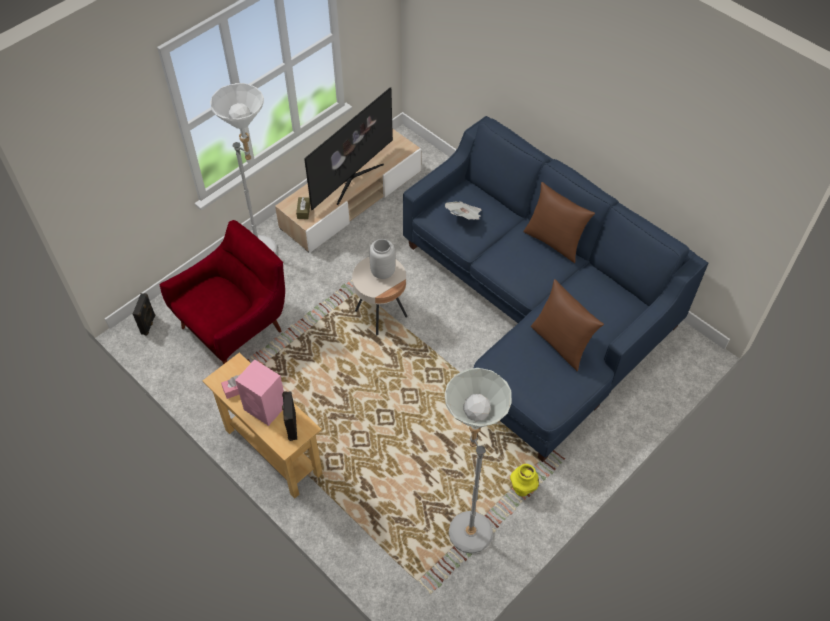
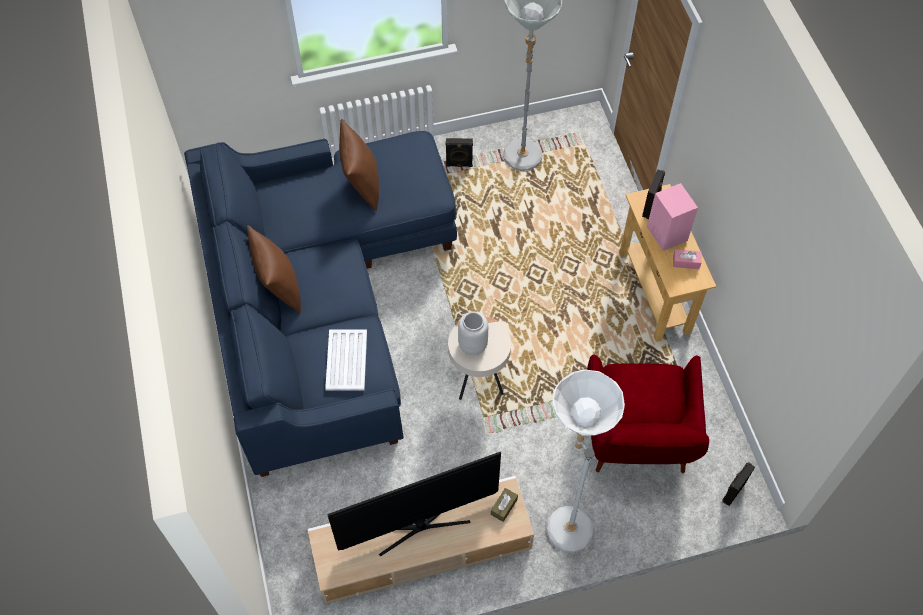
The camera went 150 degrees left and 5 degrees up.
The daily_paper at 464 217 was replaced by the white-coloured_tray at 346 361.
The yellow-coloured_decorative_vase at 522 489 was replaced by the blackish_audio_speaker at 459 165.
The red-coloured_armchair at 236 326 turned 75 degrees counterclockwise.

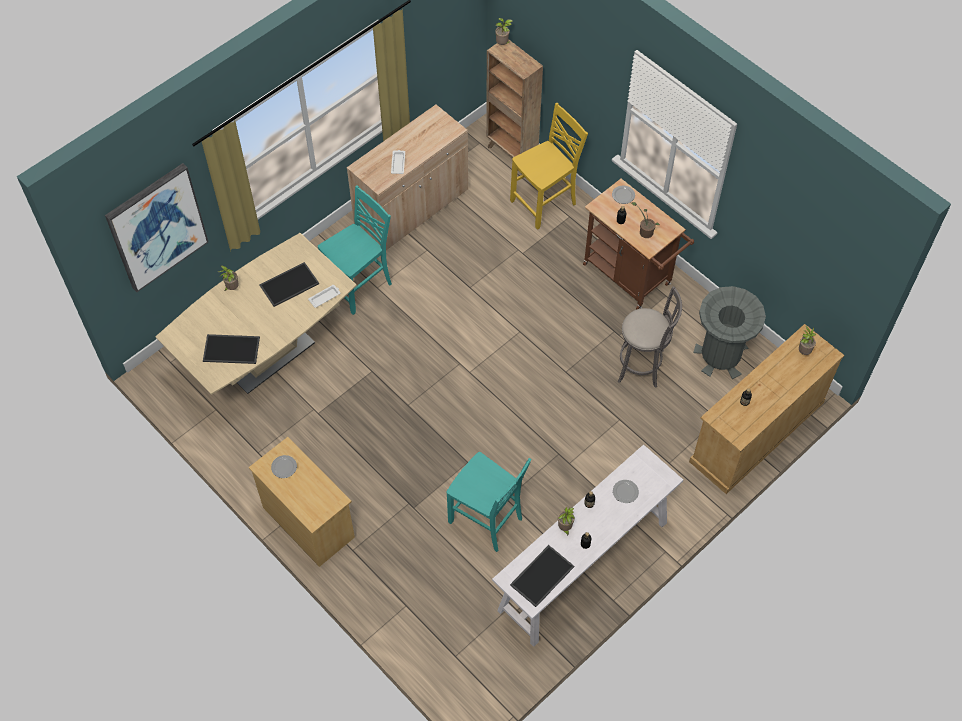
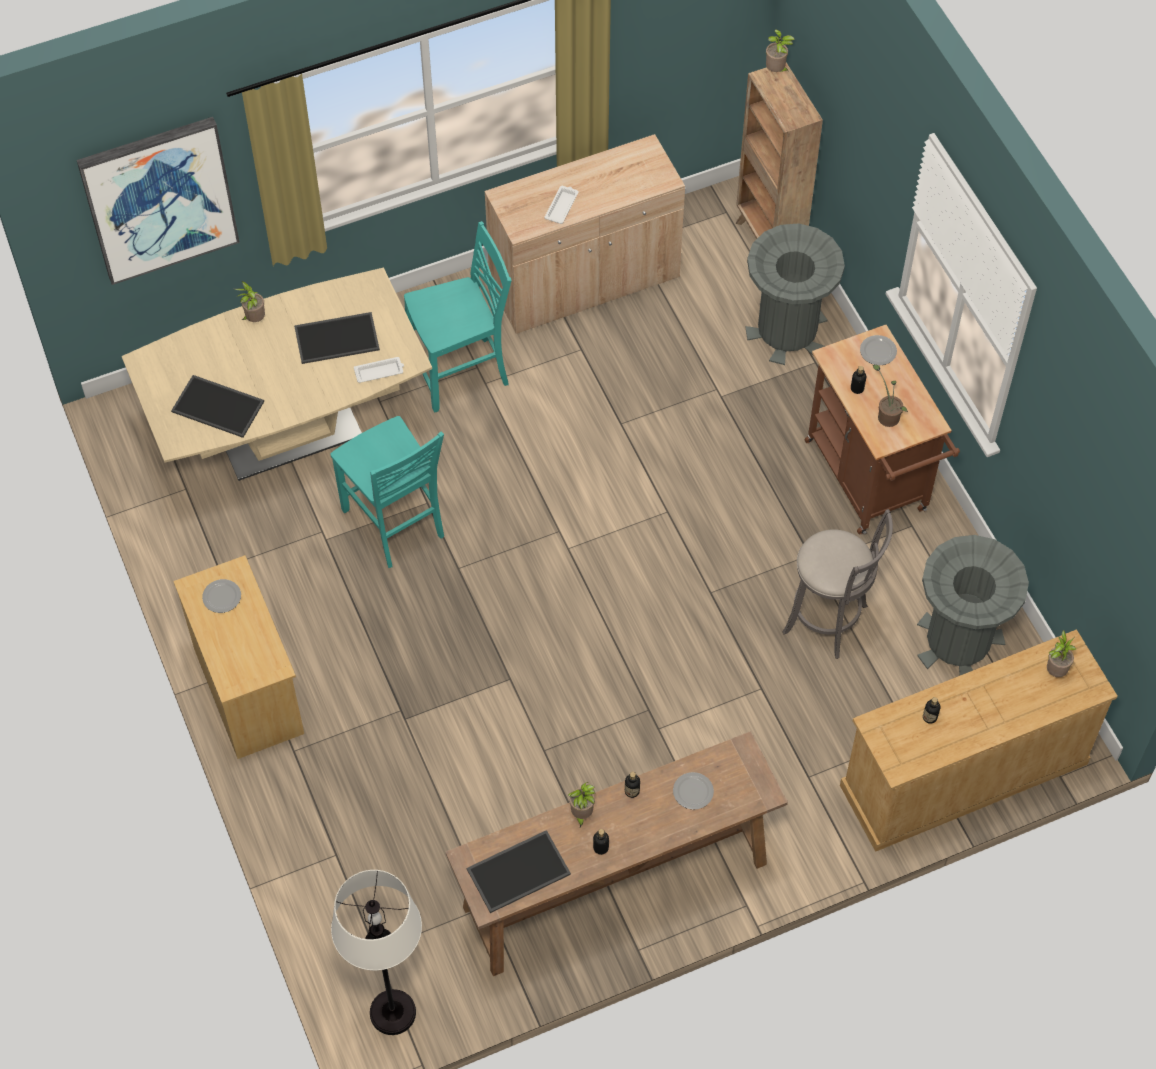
The camera went 20 degrees right and 0 degrees up.
The white-coloured_standing_lamp at 392 1012 appeared.
The turquoise-coloured_plain_chair moved from 487 520 to 395 524.
The yellow-coloured_plain_chair at 545 203 was replaced by the grey_trash_can at 787 331.
The white-coloured_console_table at 582 567 became the brownish_console_table at 613 886.

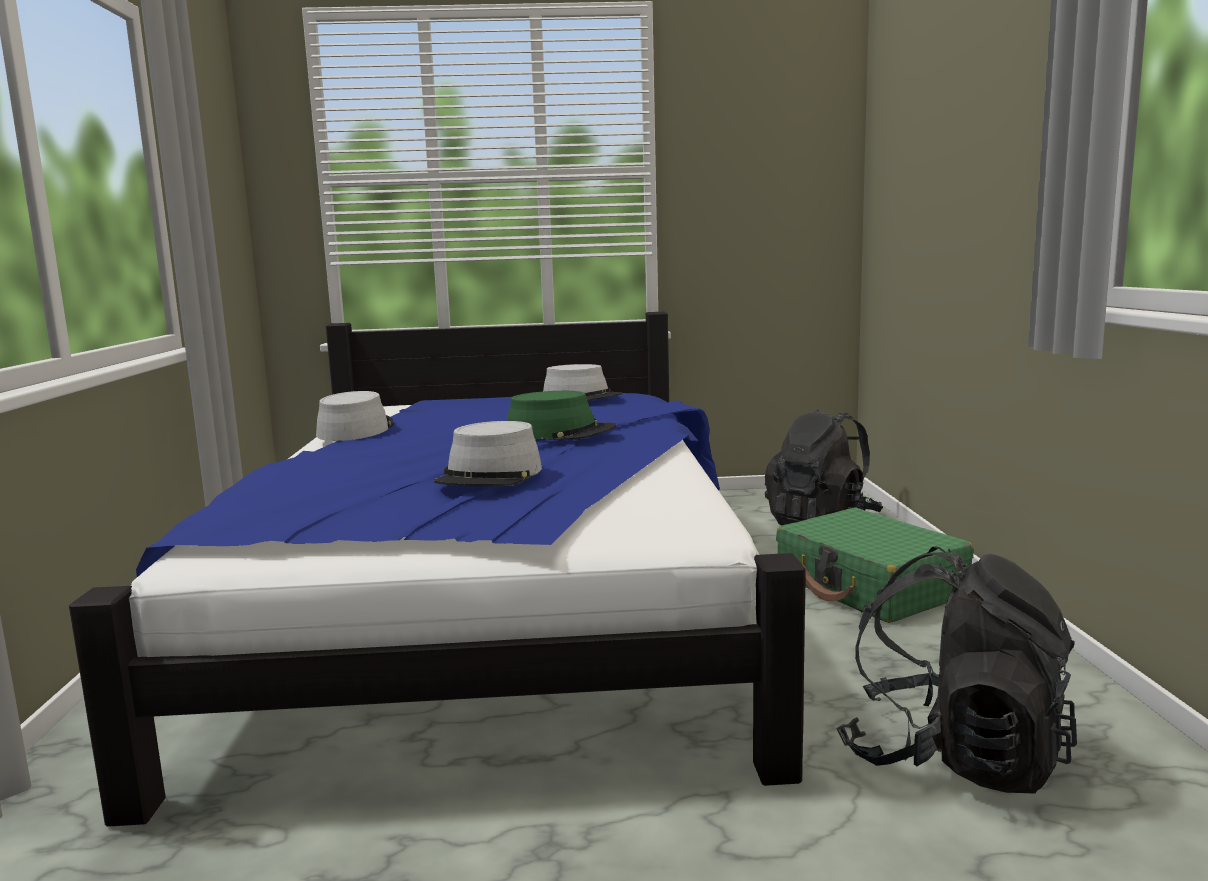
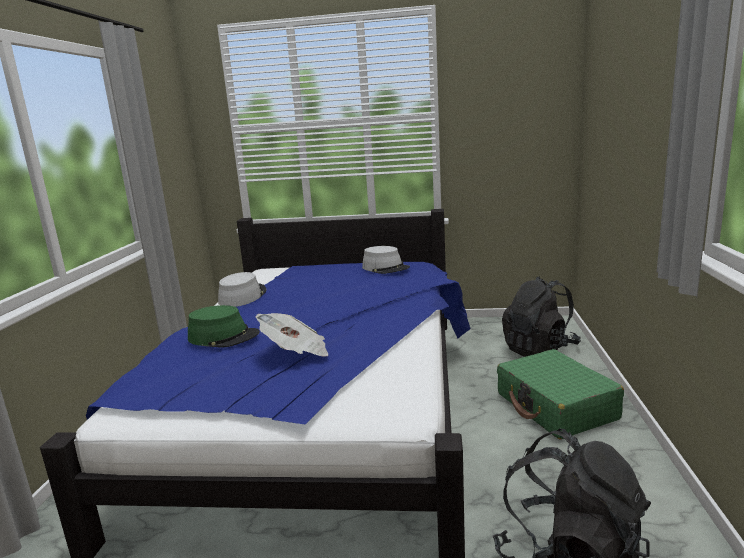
The camera went 10 degrees right and 5 degrees up.
The green_hat moved from 560 433 to 224 336.
The grey_hat at 490 476 was replaced by the daily_paper at 296 352.

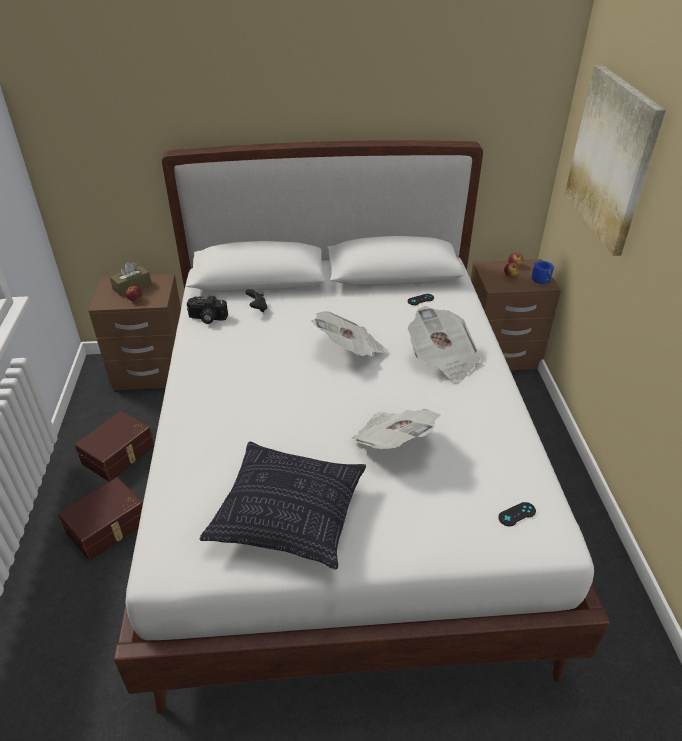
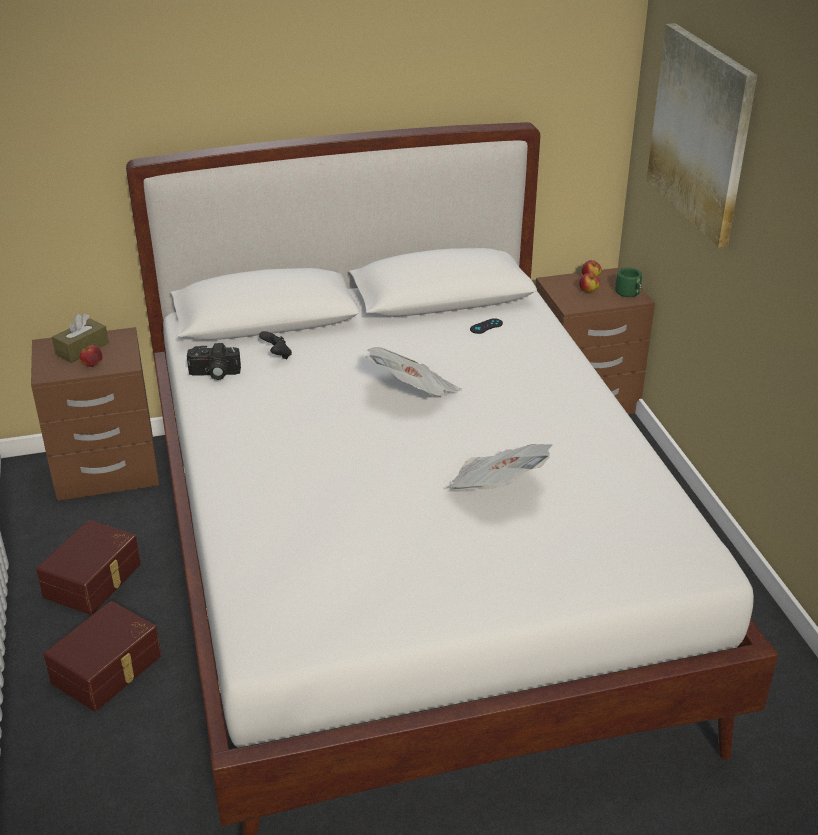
The camera went 10 degrees left and 5 degrees down.
The pillow at 289 515 disappeared.
The daily_paper at 442 360 disappeared.
The blackish_joypad at 517 514 disappeared.
The blue_coffee_mug at 543 281 became the green_coffee_mug at 630 293.

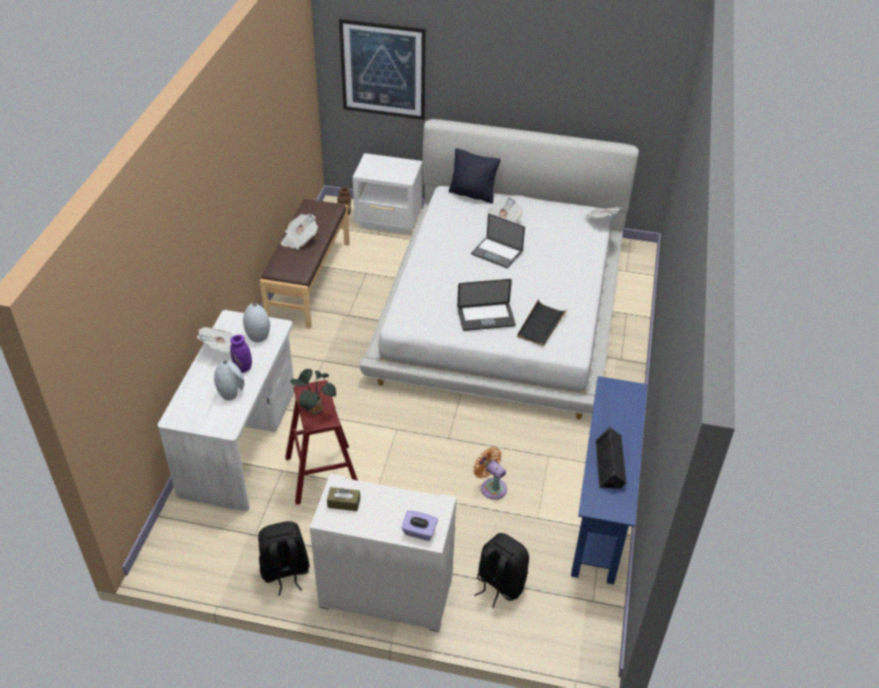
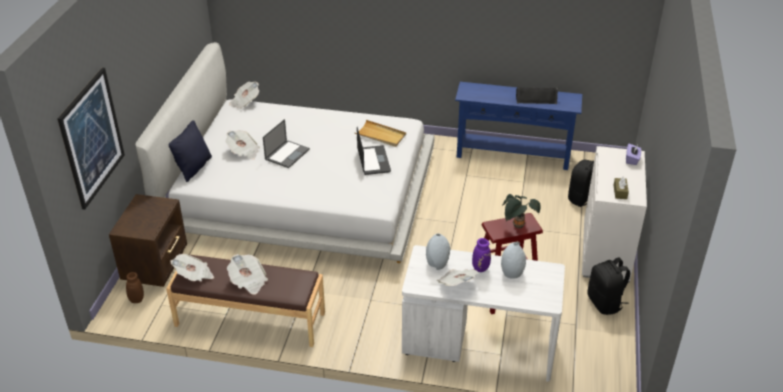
The camera went 90 degrees left and 5 degrees down.
The orangey_fan at 491 487 disappeared.
The daily_paper at 194 276 appeared.
The white-coloured_bedside_table at 389 221 became the brownish_bedside_table at 157 265.
The blackish_tray at 541 325 became the beige-coloured_tray at 380 135.

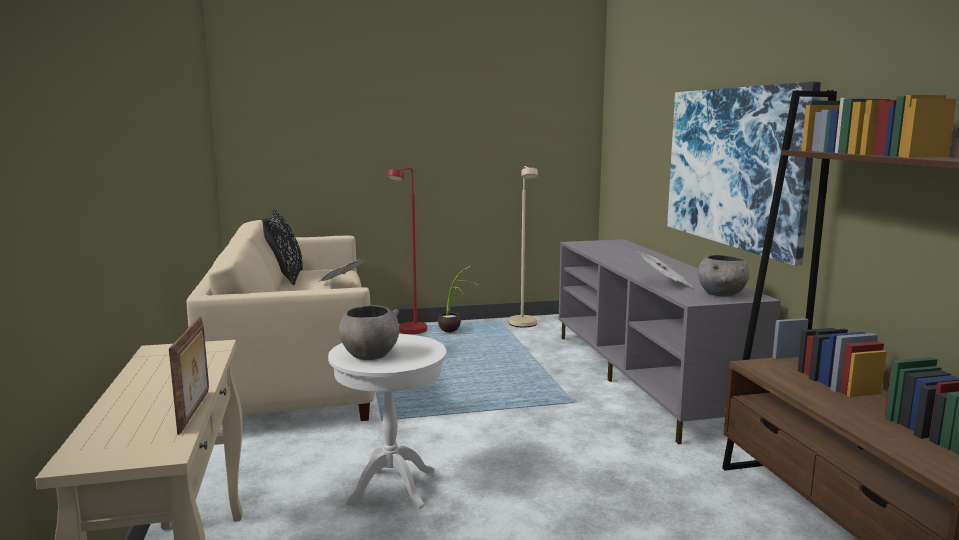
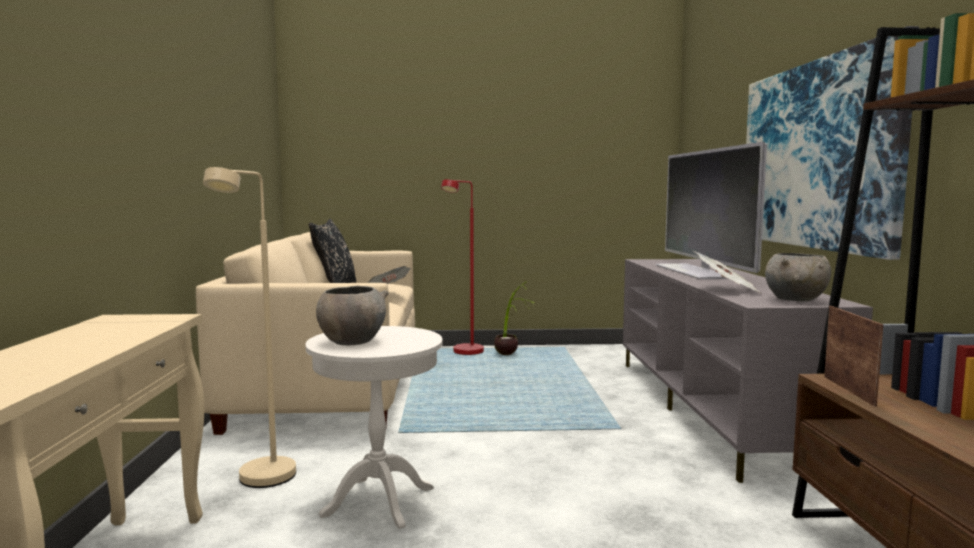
The camera went 10 degrees right and 5 degrees down.
The television at 695 271 appeared.
The picture_frame moved from 195 411 to 850 390.
The beige-coloured_standing_lamp moved from 524 325 to 261 483.

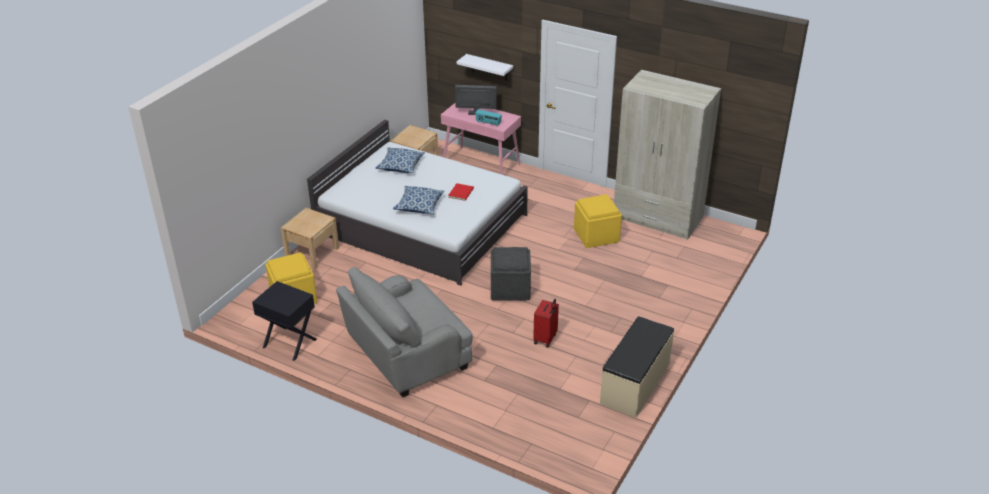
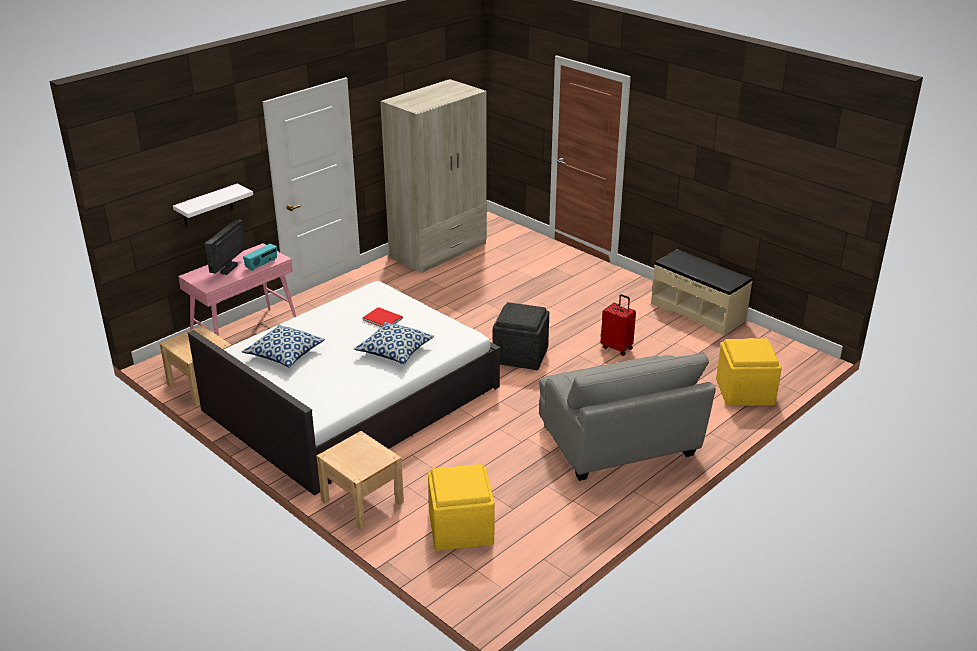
The camera went 75 degrees left and 5 degrees down.
The blackish_bedside_table at 289 343 disappeared.
The yellow-coloured_footrest moved from 595 235 to 744 392.

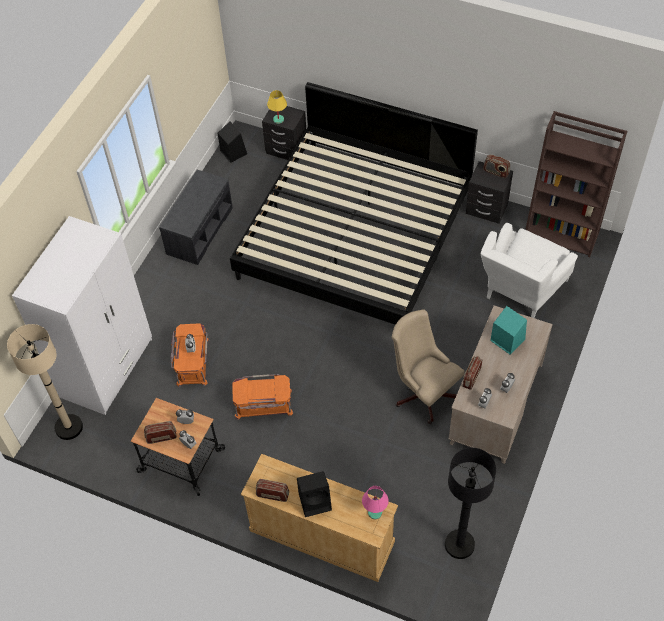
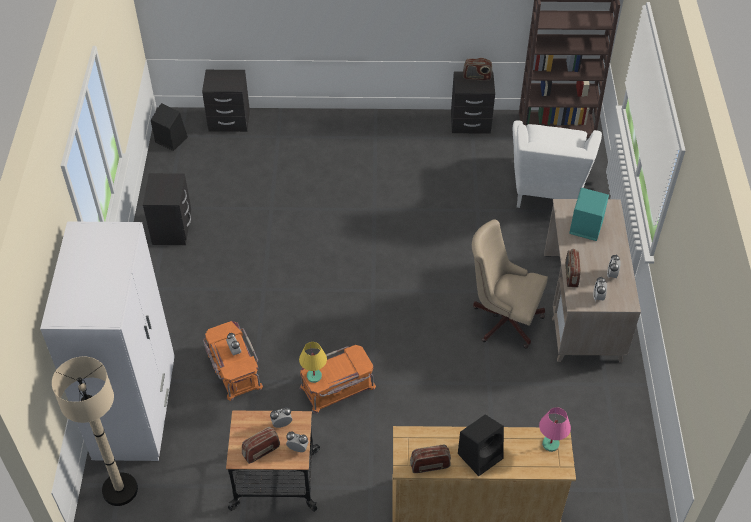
The camera went 25 degrees left and 5 degrees down.
The bedroom_bed at 354 234 disappeared.
The blackish_standing_lamp at 459 544 disappeared.
The yellow-coloured_lamp_for_a_table moved from 278 119 to 314 376.
The grey_indoor_bench at 199 230 was replaced by the blackish_bedside_table at 172 229.

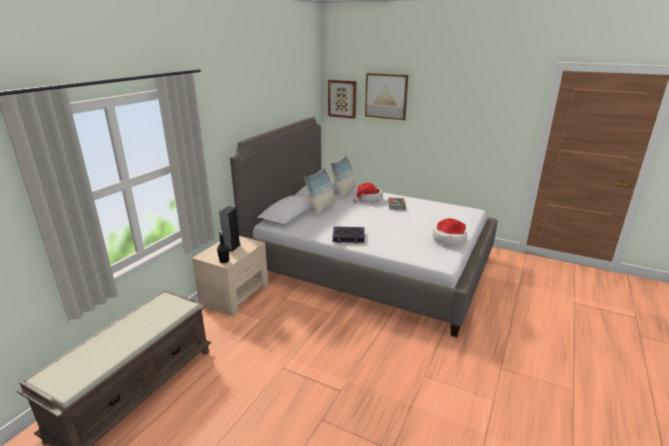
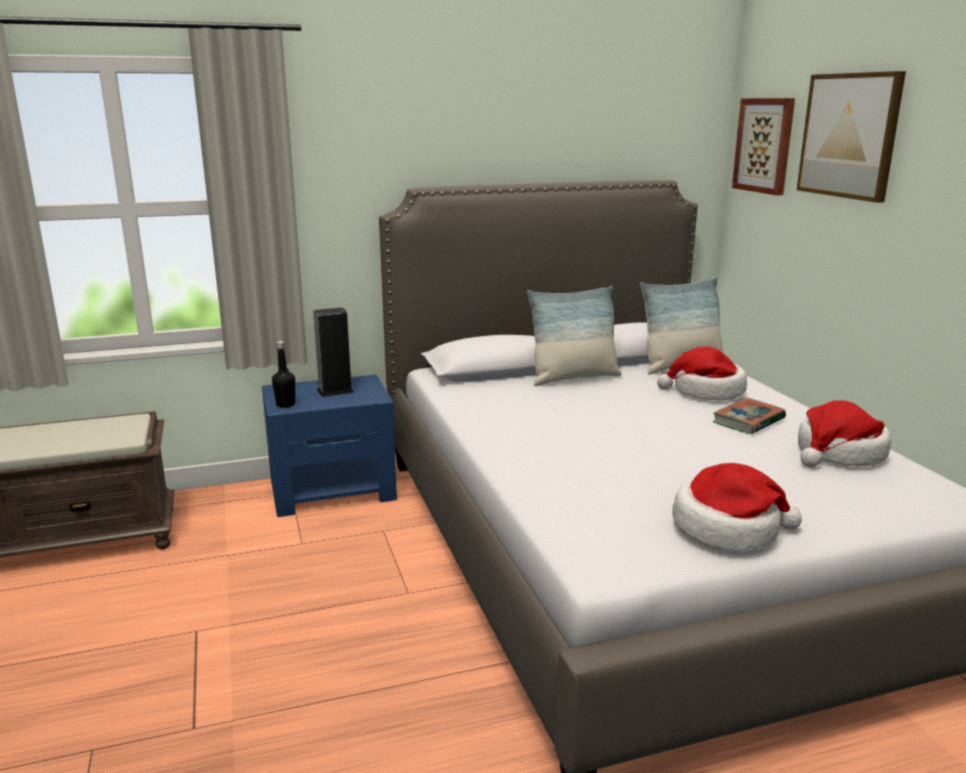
The camera went 45 degrees right and 5 degrees down.
The book at 348 237 disappeared.
The hat at 839 453 appeared.
The beige-coloured_bedside_table at 235 294 became the blue_bedside_table at 333 489.

